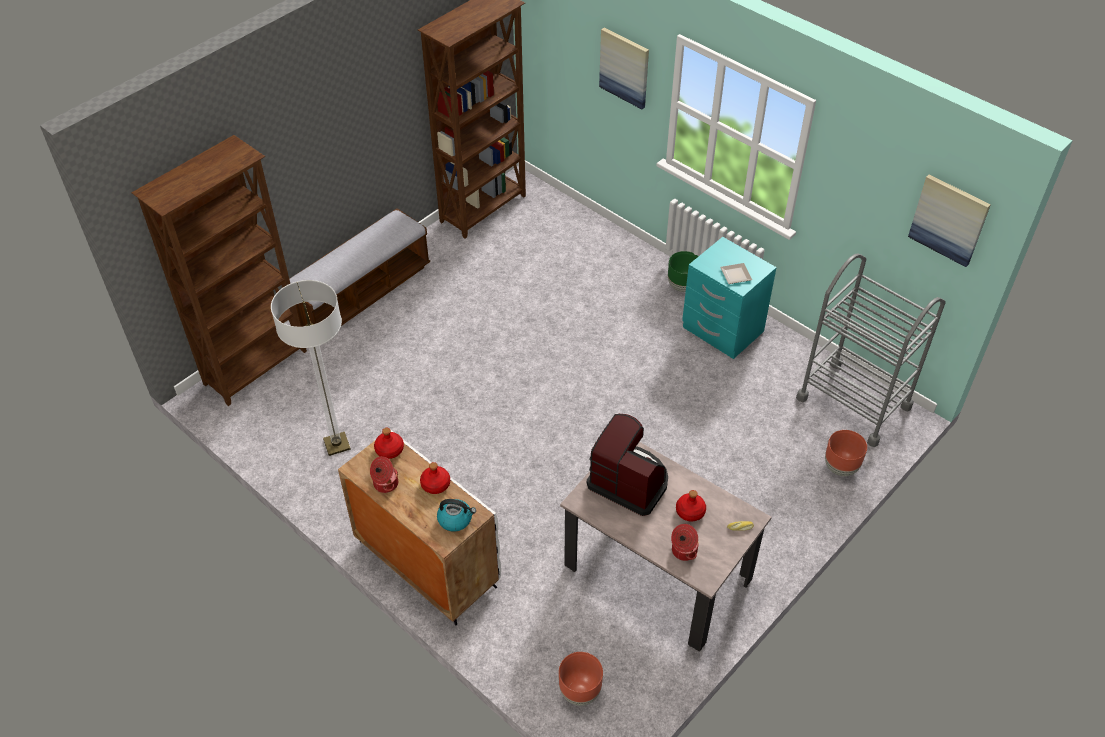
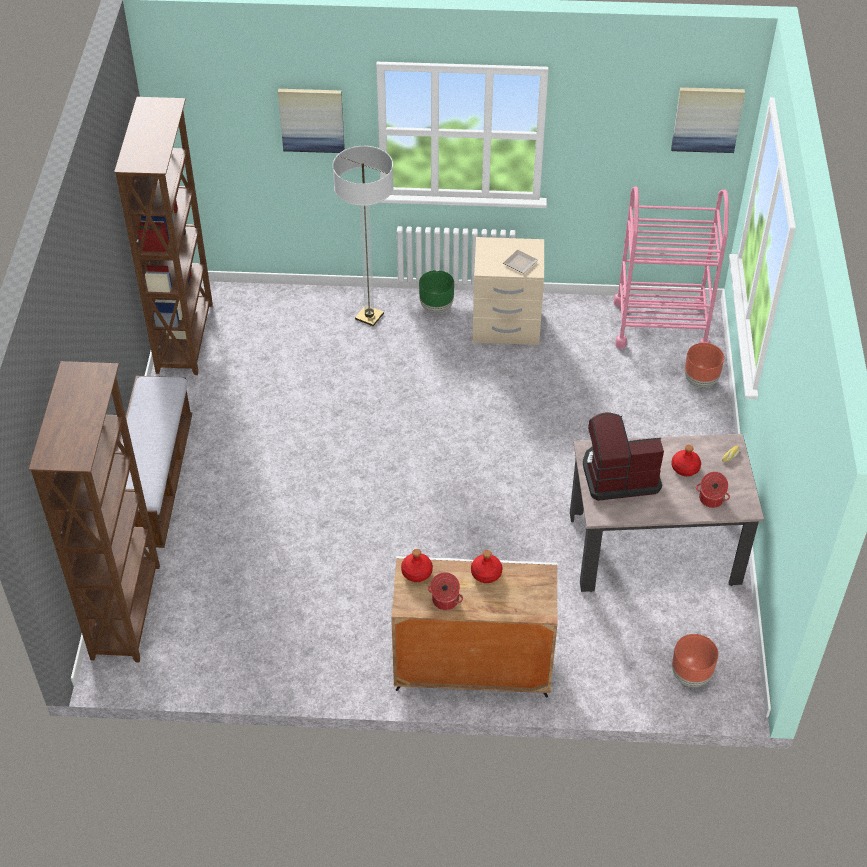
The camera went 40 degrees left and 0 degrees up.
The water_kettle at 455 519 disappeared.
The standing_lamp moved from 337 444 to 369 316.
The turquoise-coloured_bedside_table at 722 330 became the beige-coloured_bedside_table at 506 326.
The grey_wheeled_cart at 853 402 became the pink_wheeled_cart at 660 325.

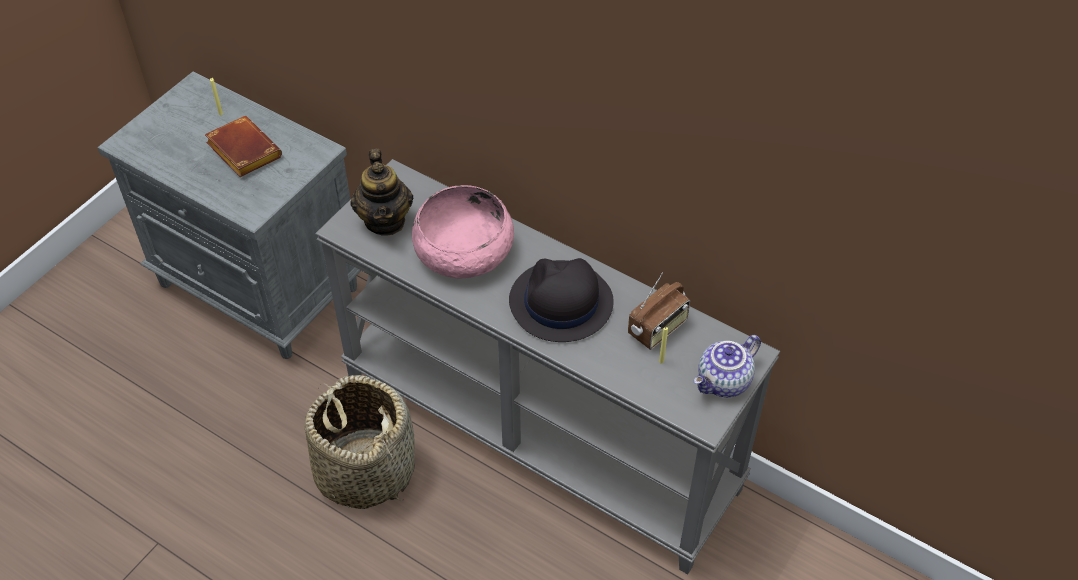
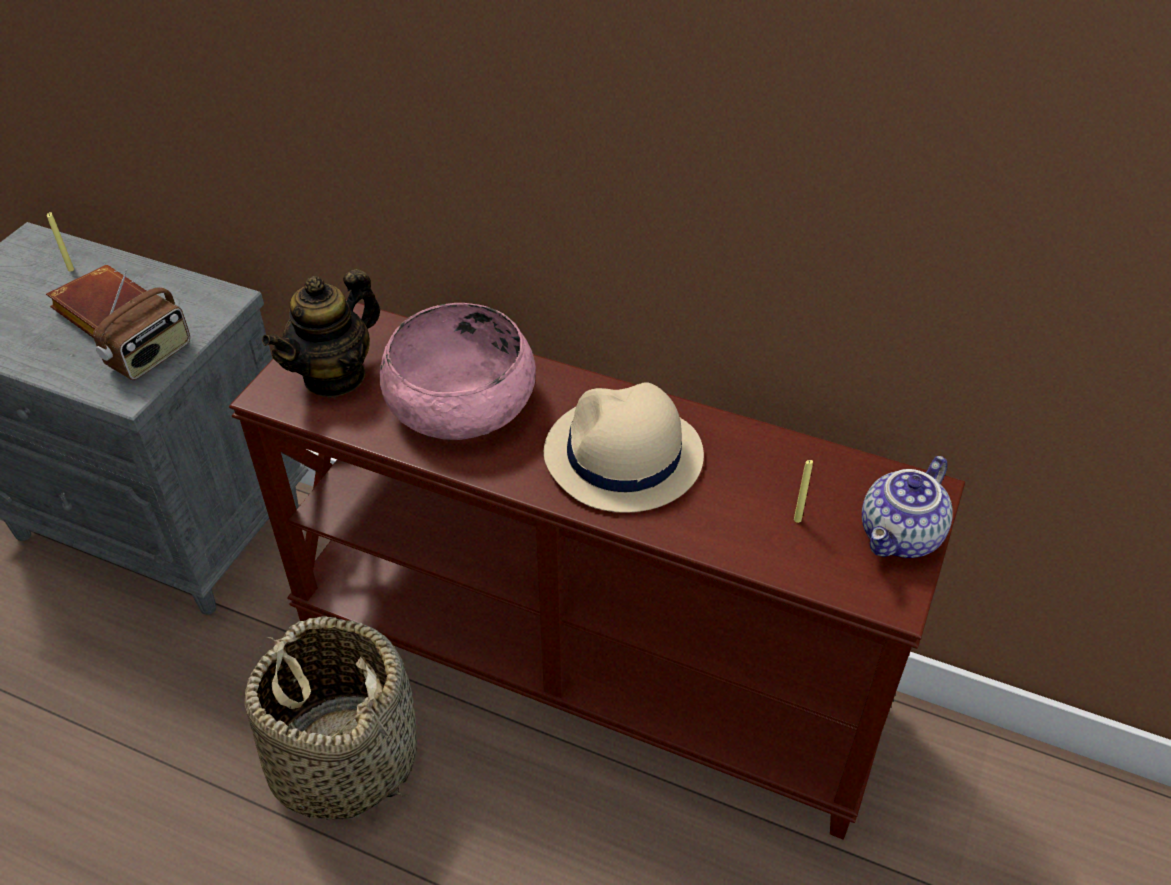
The camera went 10 degrees left and 5 degrees down.
The radio_receiver moved from 658 329 to 151 357.
The grey_console_table at 541 430 became the brownish_console_table at 588 662.
The blackish_hat at 560 303 became the beige-coloured_hat at 622 456.
The teapot at 385 220 turned 60 degrees clockwise.

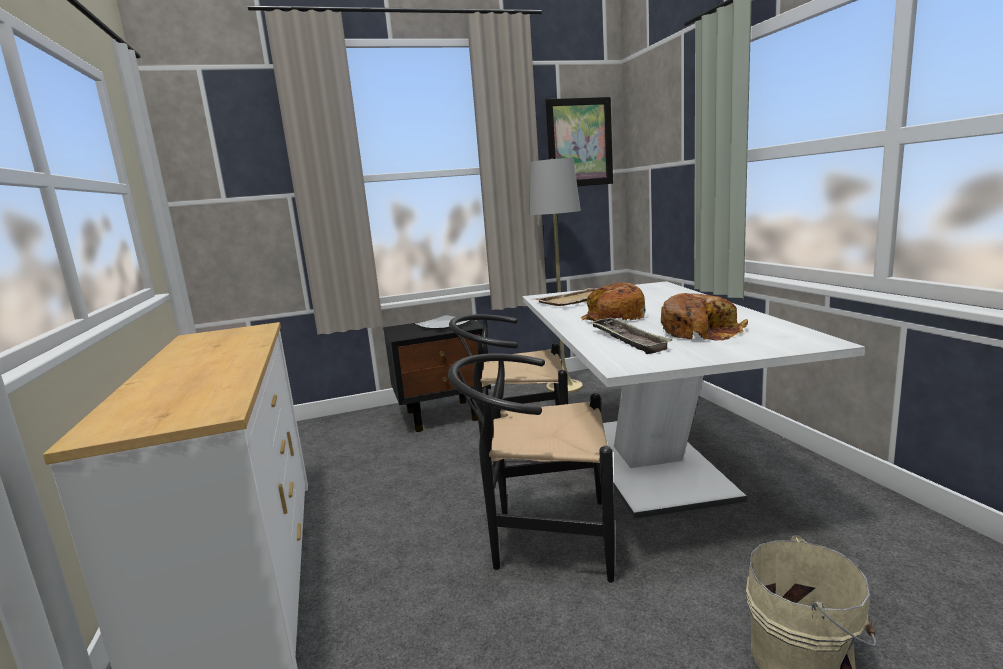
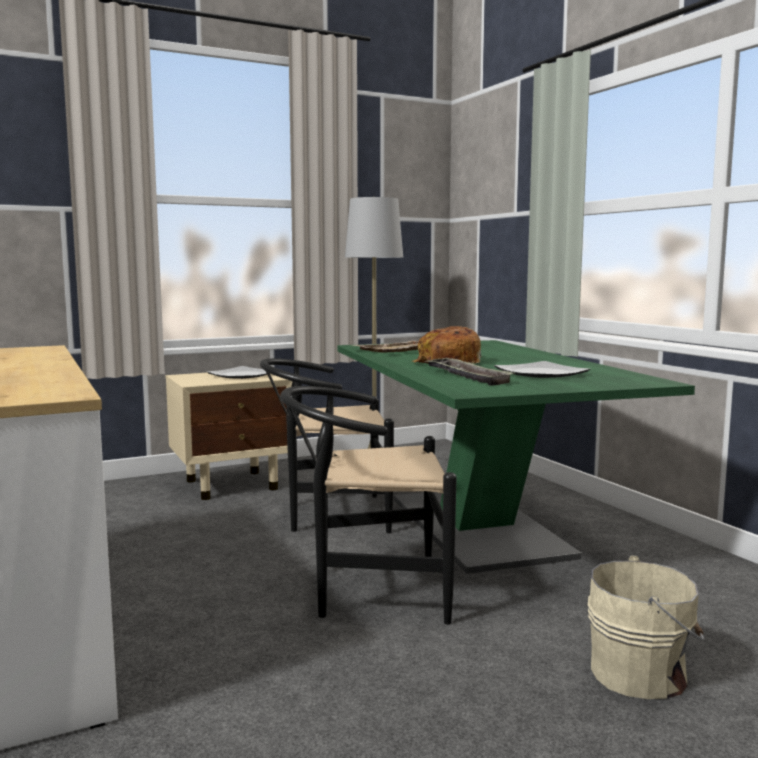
The camera went 10 degrees left and 5 degrees down.
The wall_art at 579 143 disappeared.
The bread at 700 332 was replaced by the dinner_plate at 540 373.
The blackish_bedside_table at 443 415 became the beige-coloured_bedside_table at 233 484.
The white-coloured_dining_table at 648 461 became the green_dining_table at 477 526.

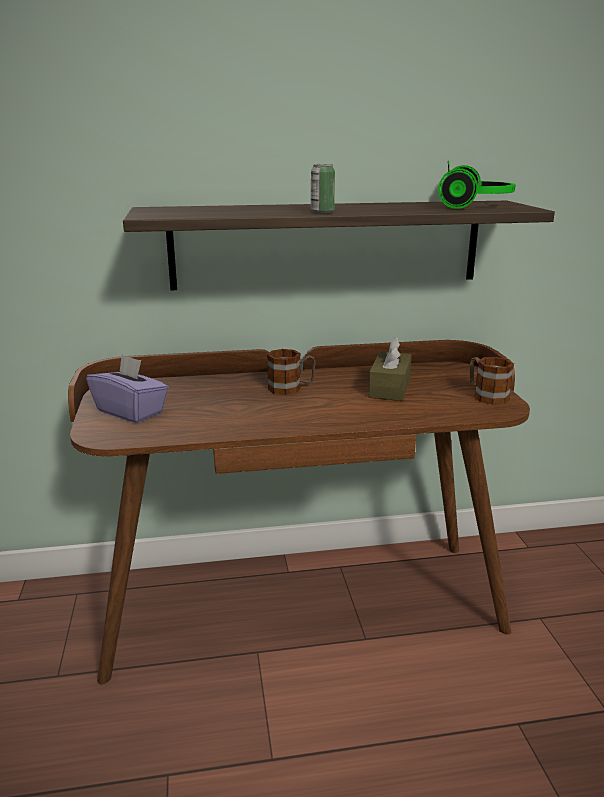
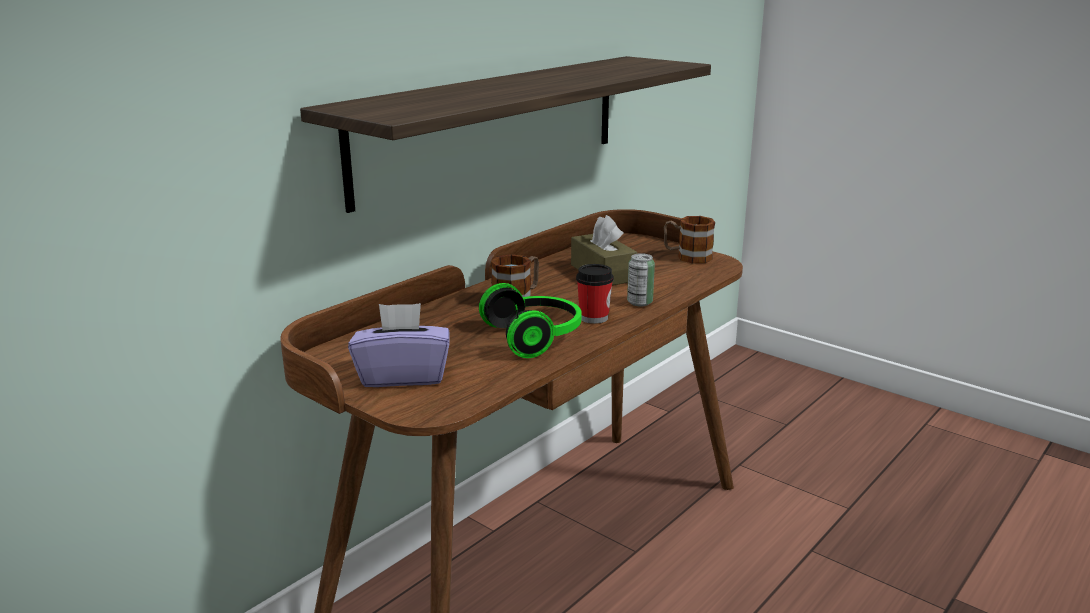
The camera went 40 degrees left and 0 degrees up.
The small_cup at 594 318 appeared.
The can moved from 322 212 to 639 302.
The pair_of_headphones moved from 475 206 to 536 337.

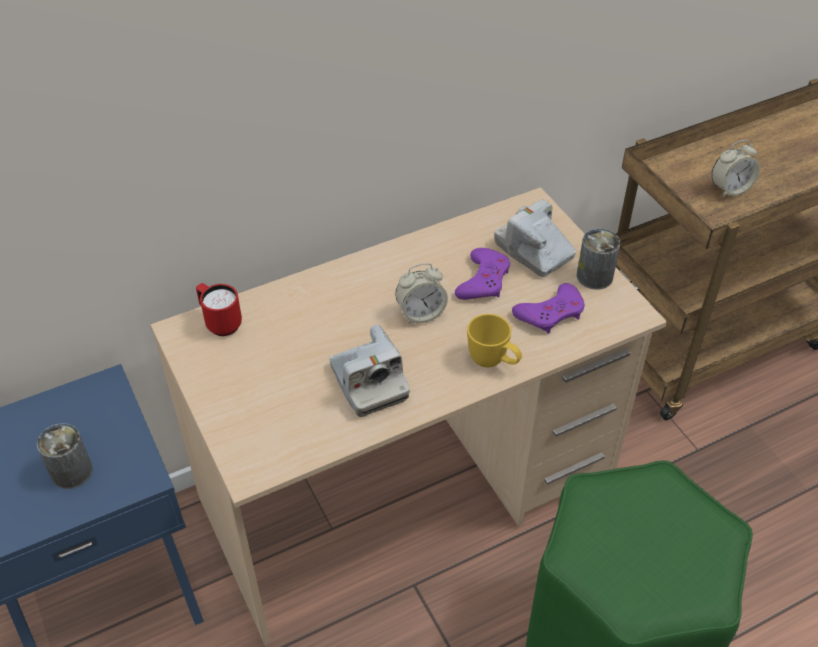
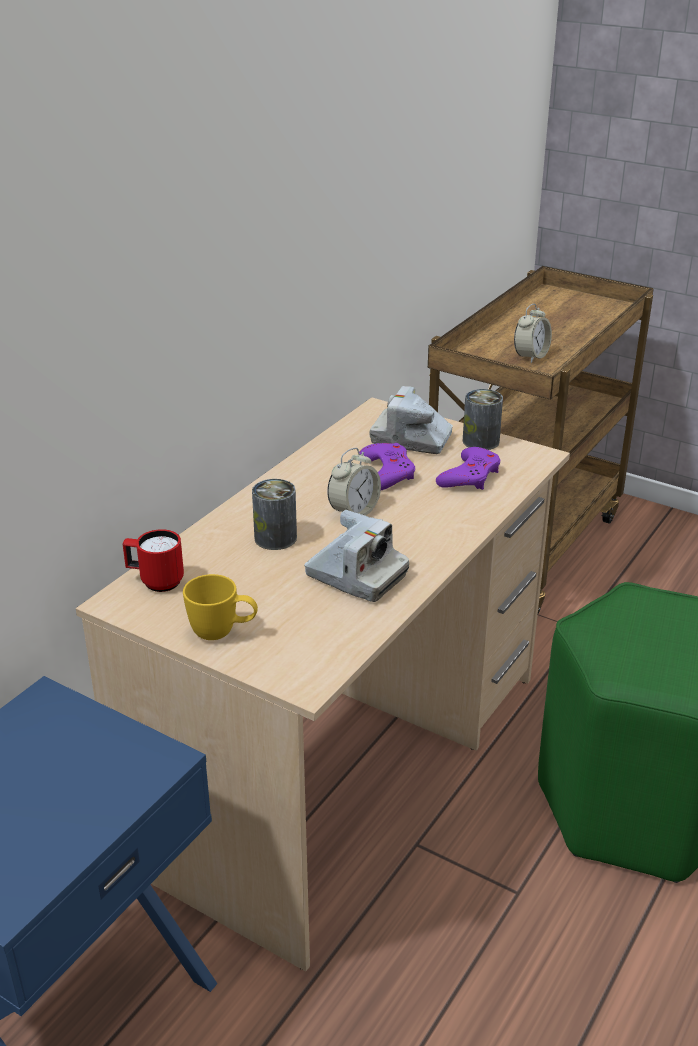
The camera went 30 degrees left and 15 degrees down.
The can moved from 72 472 to 275 538.
The yellow-coloured_coffee_mug moved from 493 362 to 223 633.

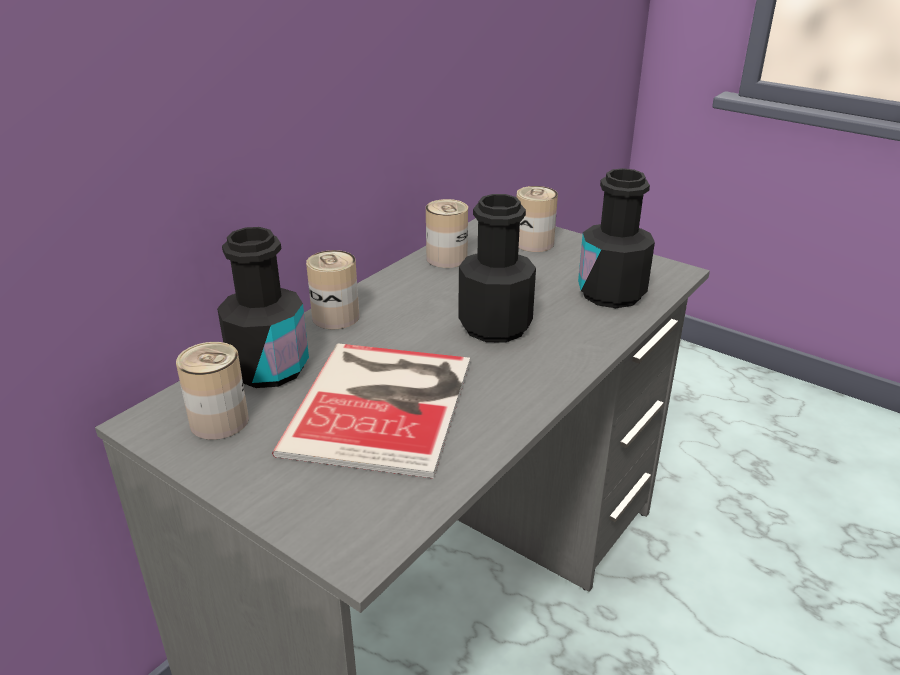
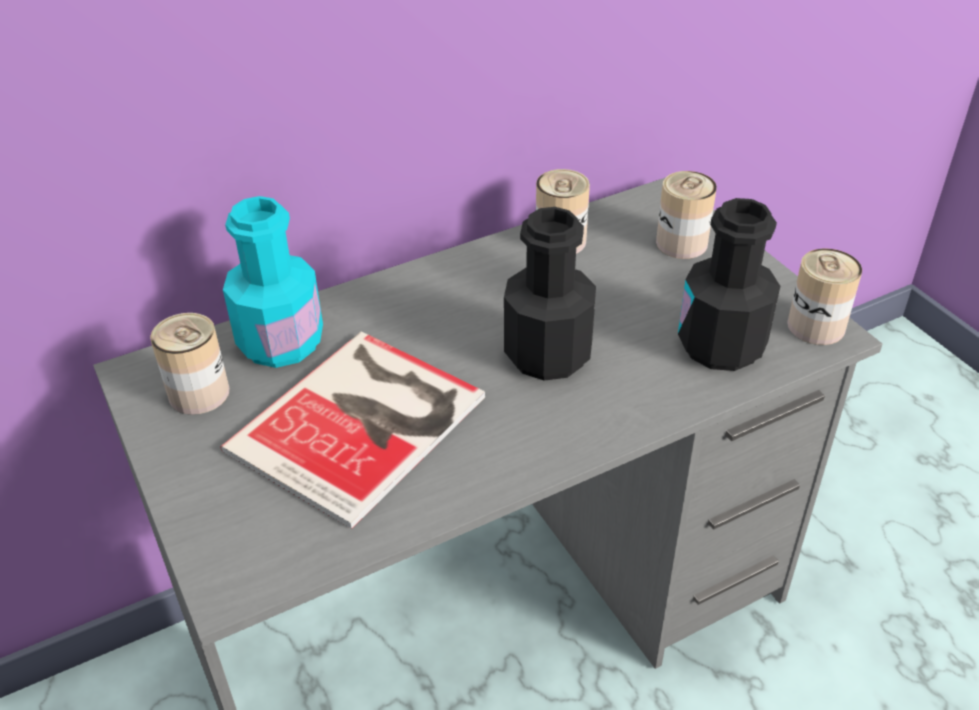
The camera went 25 degrees right and 10 degrees up.
The can moved from 335 317 to 816 326.
The blackish_bottle at 269 368 became the turquoise-coloured_bottle at 281 342.

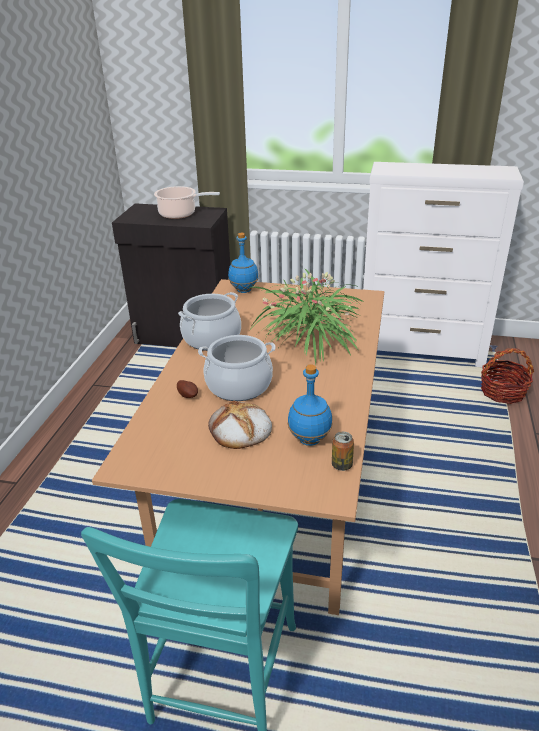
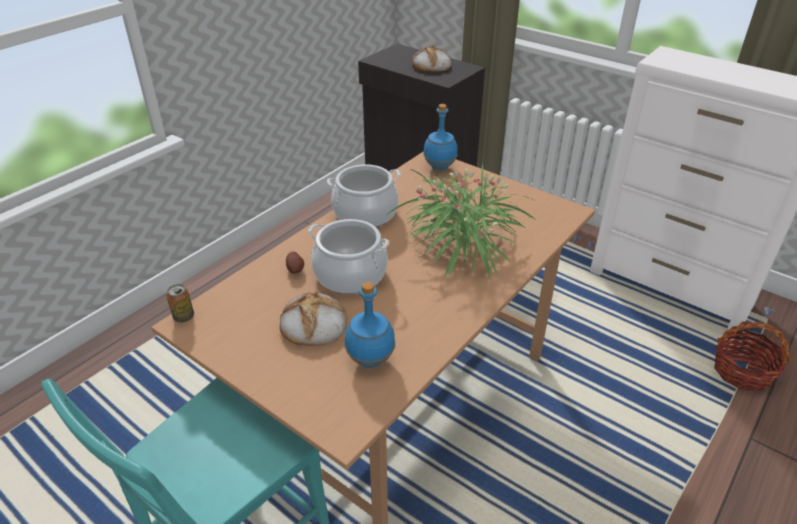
The camera went 25 degrees right and 5 degrees up.
The can moved from 341 465 to 183 317.
The cooking_pot at 180 214 was replaced by the bread at 430 65.

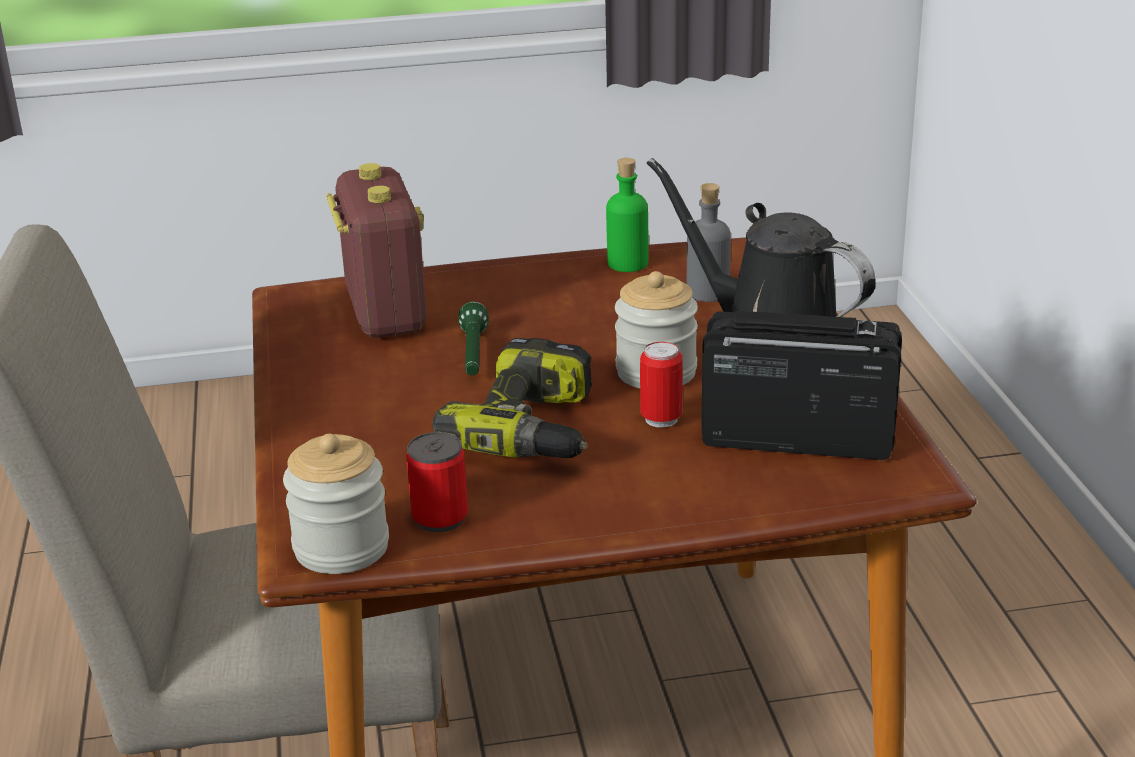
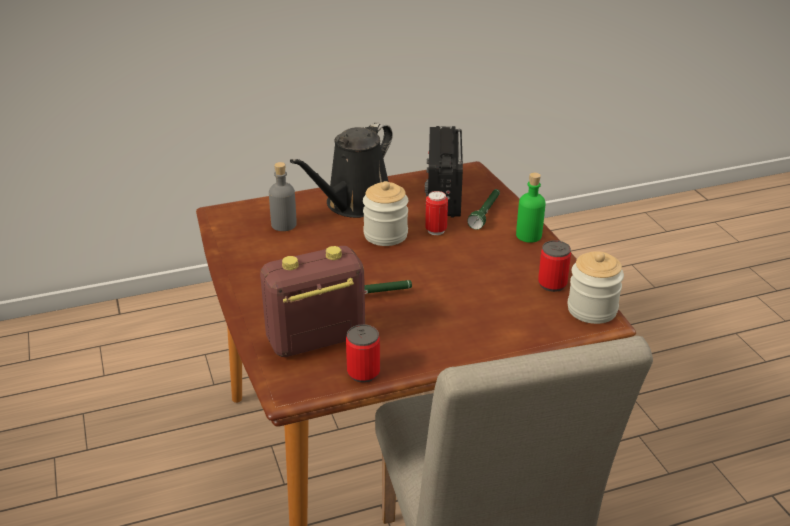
The camera went 100 degrees left and 5 degrees up.
The electric_drill at 535 429 disappeared.
The can at 363 373 appeared.
The green_hand_torch at 485 213 appeared.
The green_bottle moved from 627 263 to 529 235.

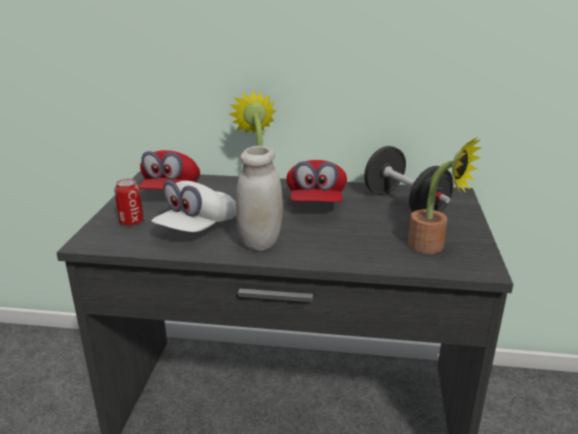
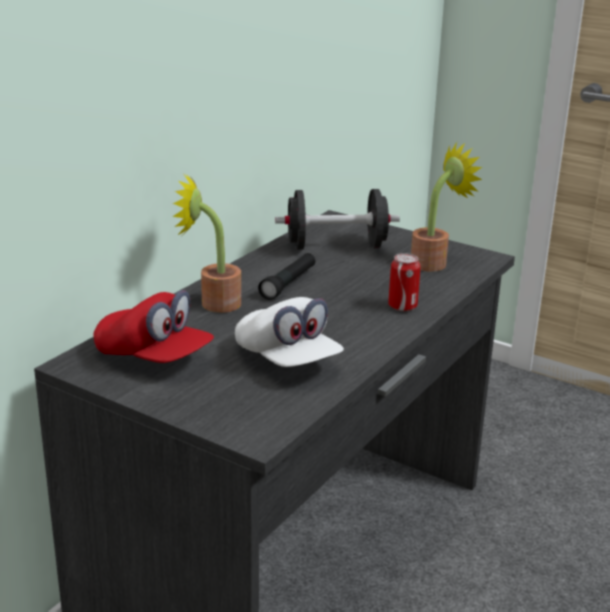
The camera went 65 degrees left and 0 degrees up.
The white-coloured_jar at 260 242 disappeared.
The can moved from 131 222 to 402 306.
The red-coloured_cap at 316 203 was replaced by the blackish_hand_torch at 288 284.

